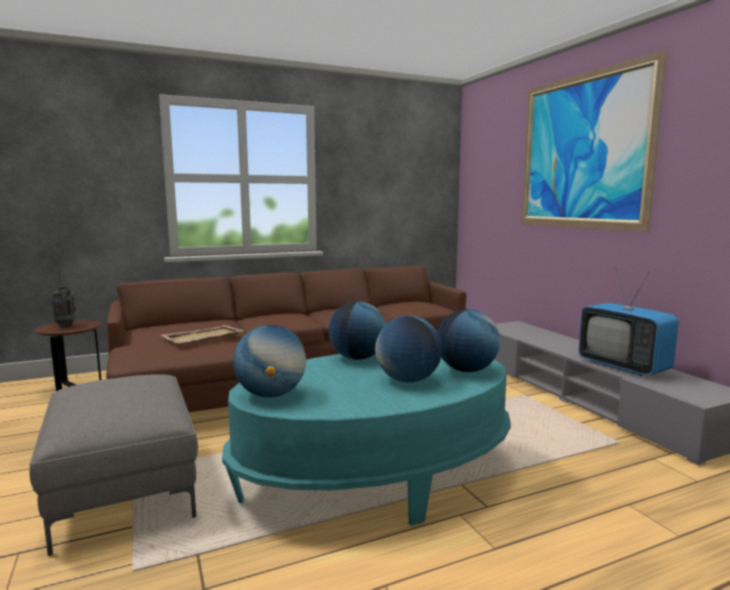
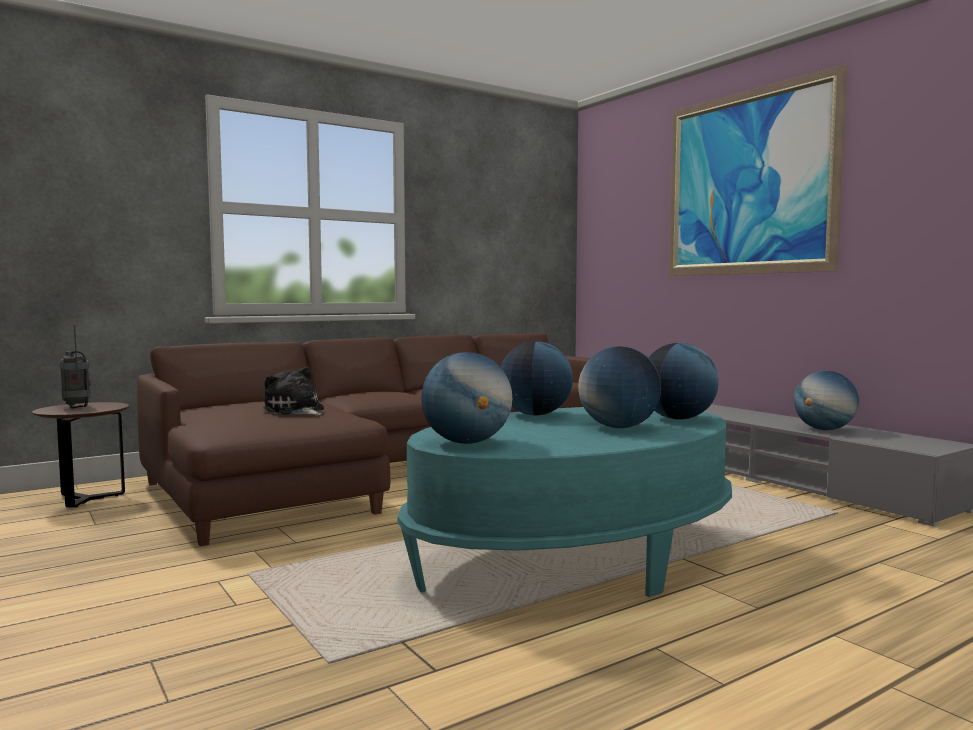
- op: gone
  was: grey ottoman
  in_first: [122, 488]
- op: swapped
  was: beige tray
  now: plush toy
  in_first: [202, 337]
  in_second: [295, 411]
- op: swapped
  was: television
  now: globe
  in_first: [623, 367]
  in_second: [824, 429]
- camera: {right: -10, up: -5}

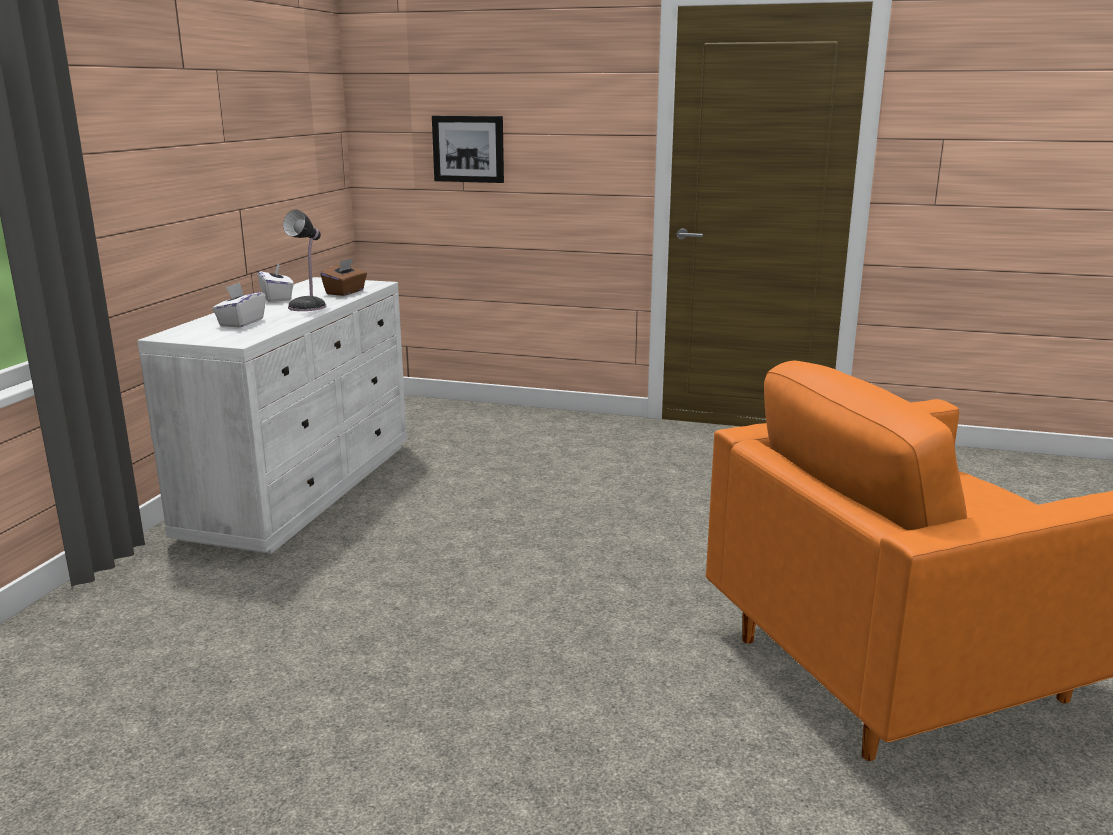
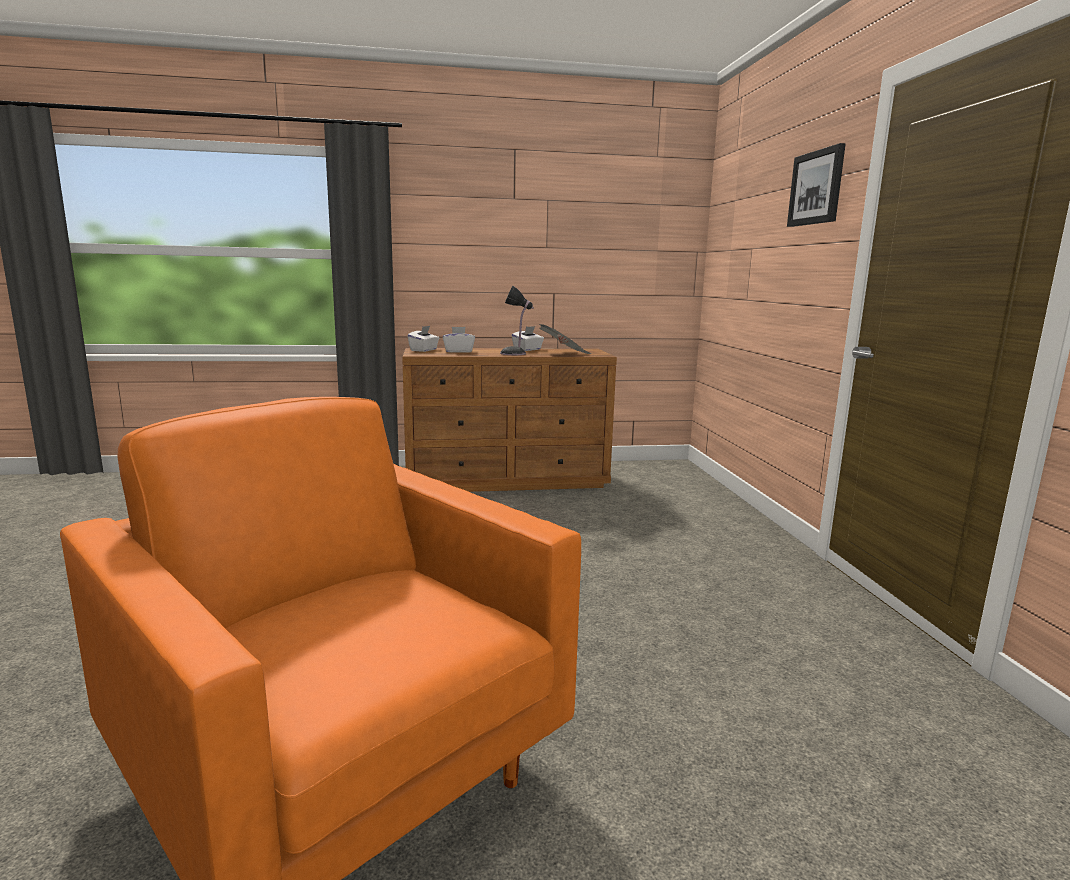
- op: repainted
  was: white dresser
  now: brown dresser
  in_first: [303, 488]
  in_second: [508, 480]
- op: swapped
  was: brown tissue box
  now: newspaper
  in_first: [345, 292]
  in_second: [564, 354]
- op: shifted
  was: picture
  in_first: [468, 149]
  in_second: [816, 188]
- op: new
  now: white tissue box
  in_second: [424, 350]
- camera: {right: 65, up: -5}

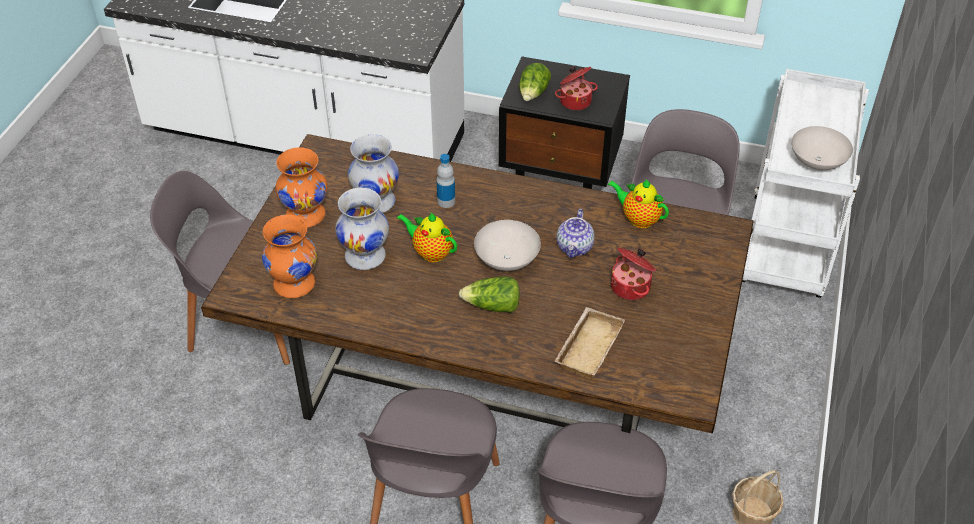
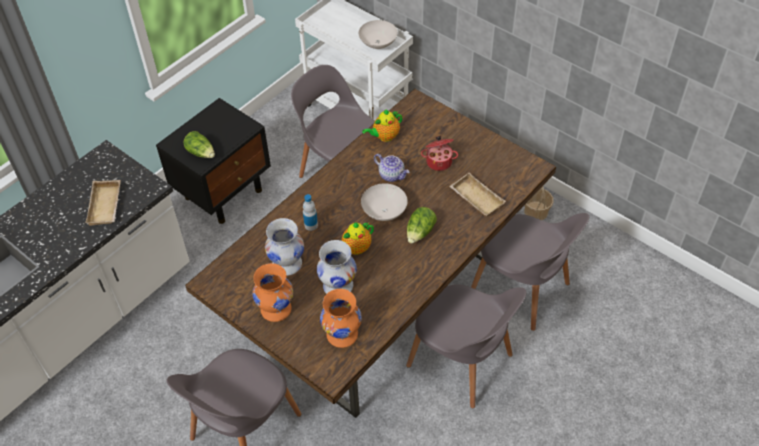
- op: gone
  was: cooking pot
  in_first: [575, 101]
- op: new
  now: beige tray
  in_second: [106, 206]
- camera: {right: -65, up: 5}

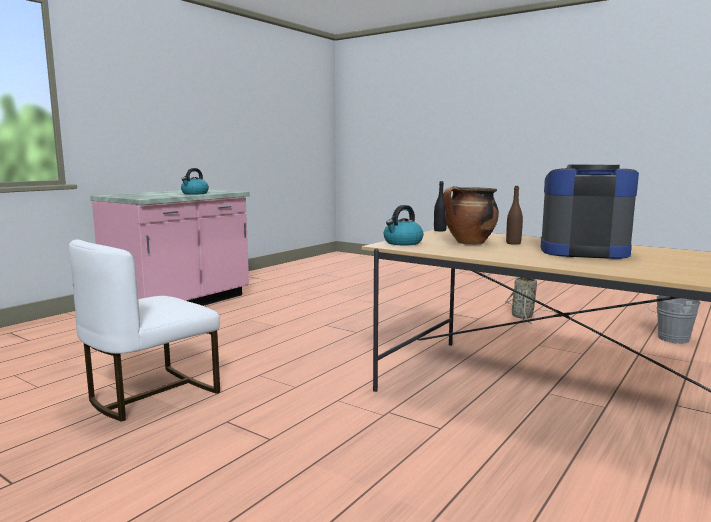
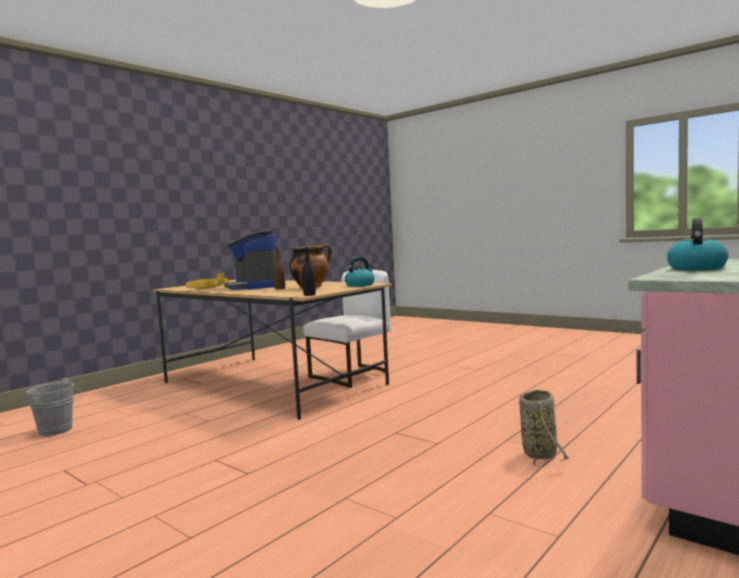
- op: shifted
  was: white chair
  in_first: [150, 394]
  in_second: [352, 375]
- op: shifted
  was: basket
  in_first: [522, 317]
  in_second: [539, 453]
- op: rotated
  was: coffee machine
  in_first: [583, 251]
  in_second: [253, 287]
  clockwise: 45
- op: new
  now: yellow tray
  in_second: [208, 288]
- camera: {right: -175, up: -5}

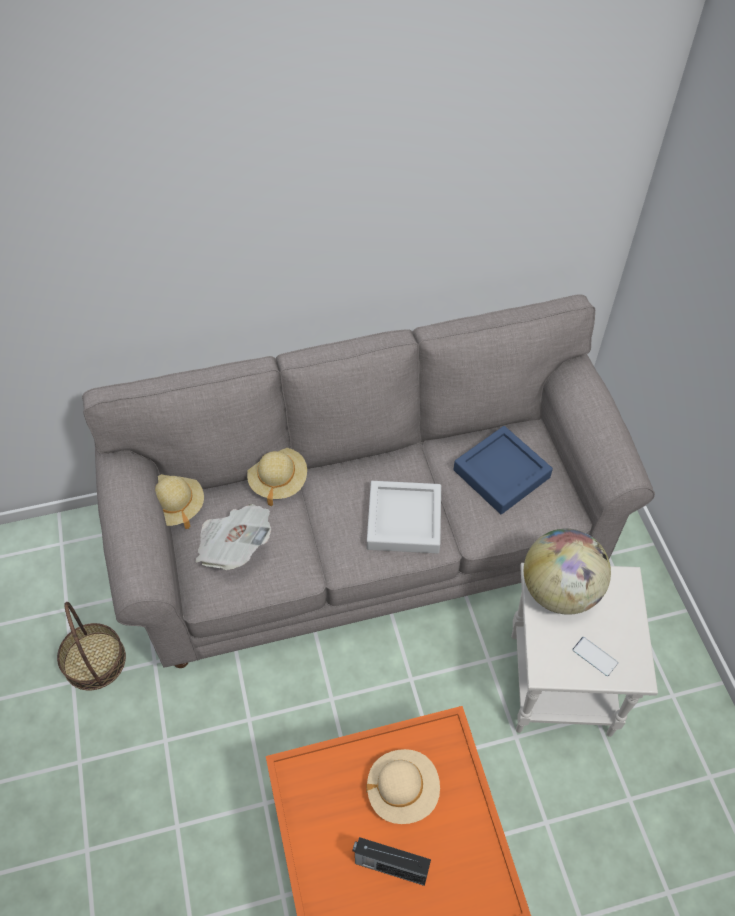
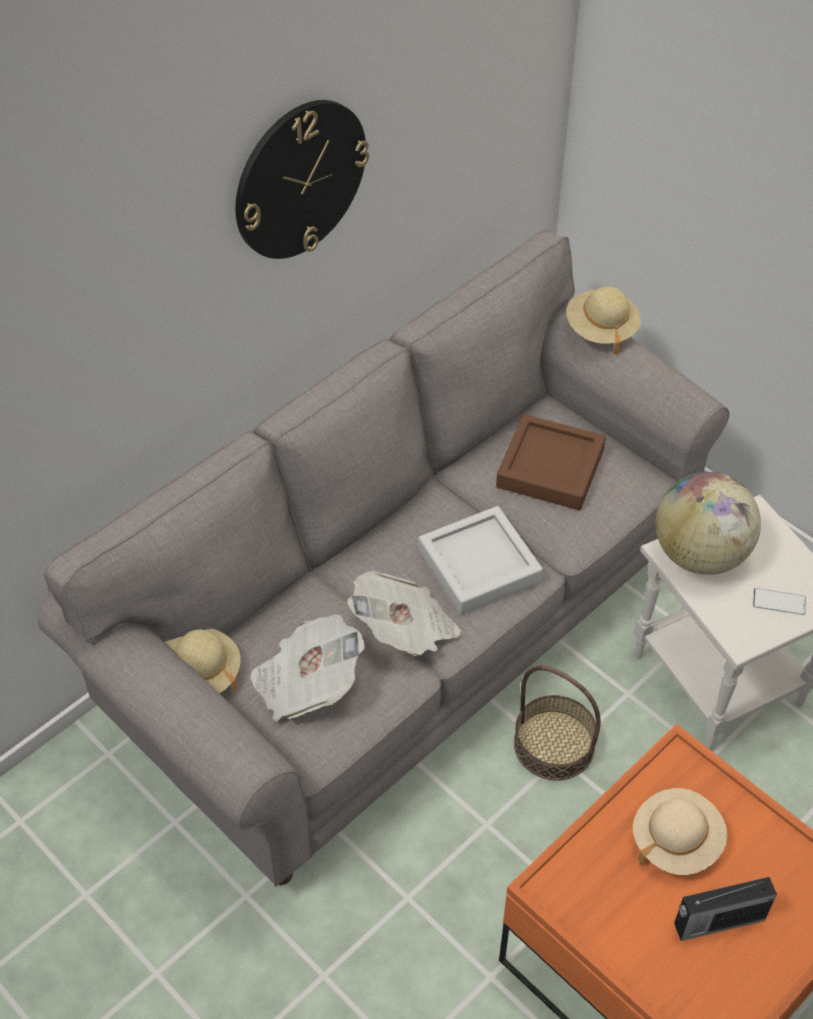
- op: shifted
  was: basket
  in_first: [94, 660]
  in_second: [553, 745]
- op: shifted
  was: beige hat
  in_first: [278, 481]
  in_second: [601, 330]
- op: repainted
  was: blue tray
  now: brown tray
  in_first: [501, 474]
  in_second: [550, 468]
- op: new
  now: wall clock
  in_second: [300, 179]
- op: new
  now: newspaper
  in_second: [405, 630]
- camera: {right: -30, up: -5}

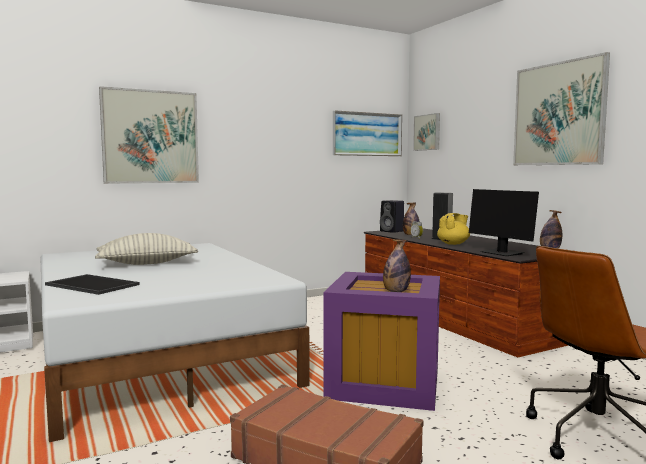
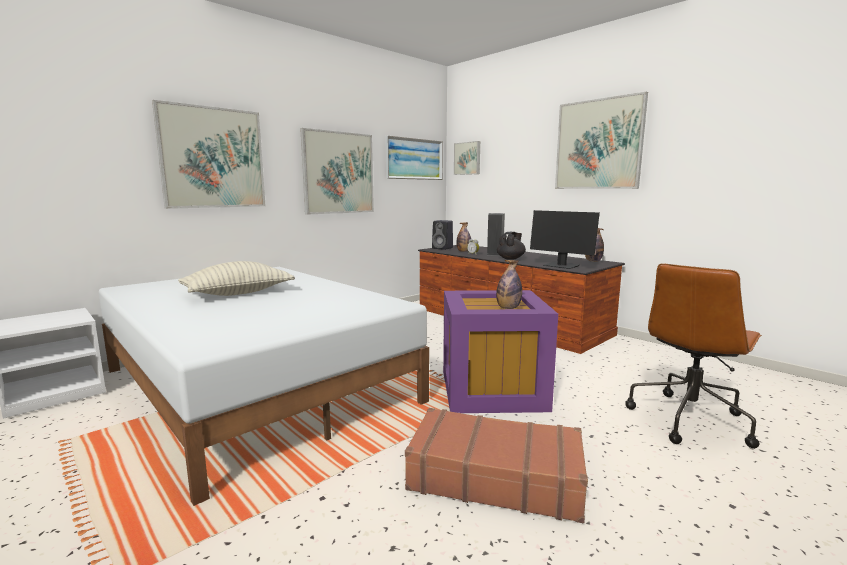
- op: gone
  was: tray
  in_first: [90, 285]
- op: repainted
  was: yellow teapot
  now: black teapot
  in_first: [453, 244]
  in_second: [511, 258]
- op: new
  now: picture
  in_second: [338, 173]
- camera: {right: -15, up: 5}

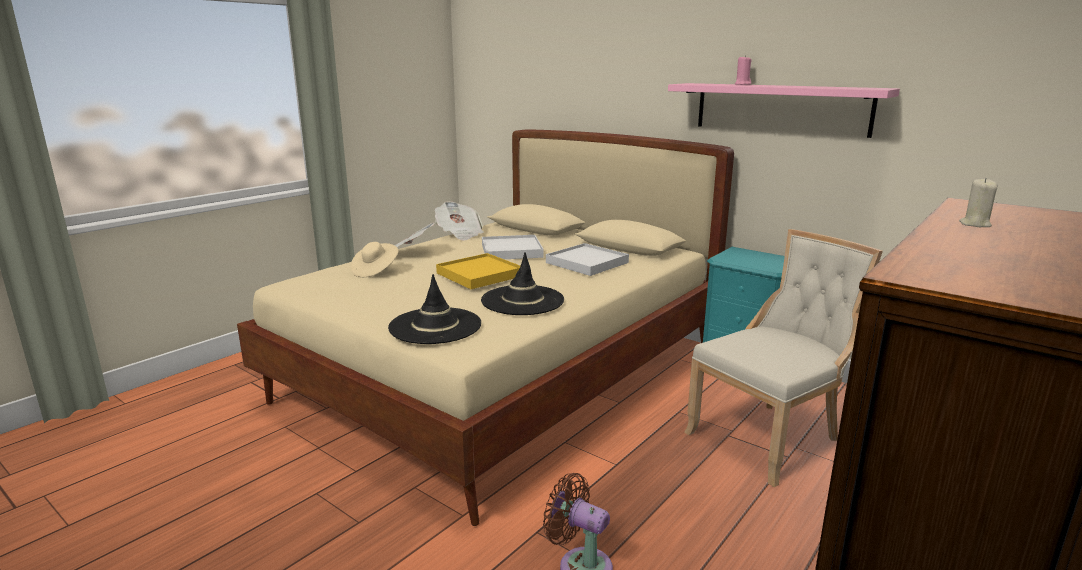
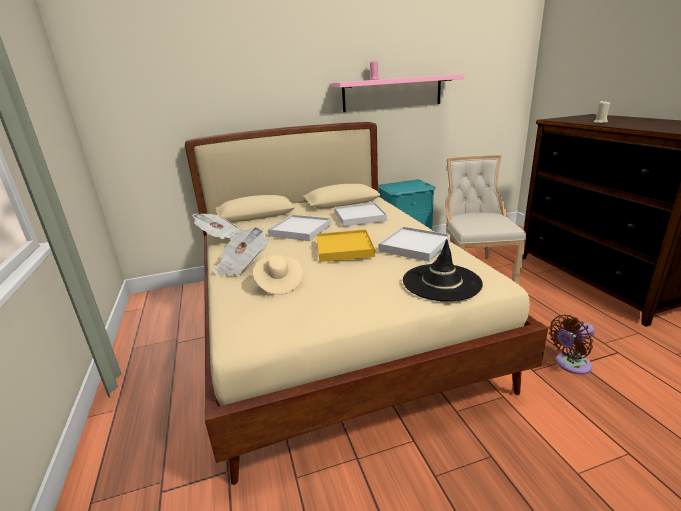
- op: swapped
  was: black hat
  now: white tray
  in_first: [522, 300]
  in_second: [414, 246]
- camera: {right: -55, up: 5}

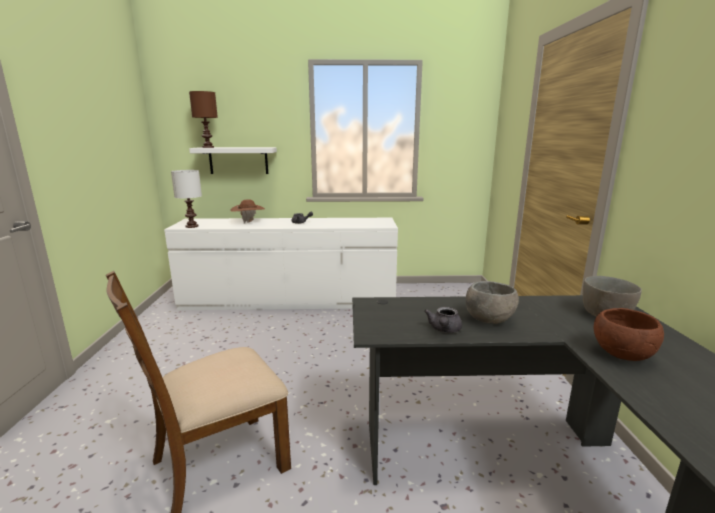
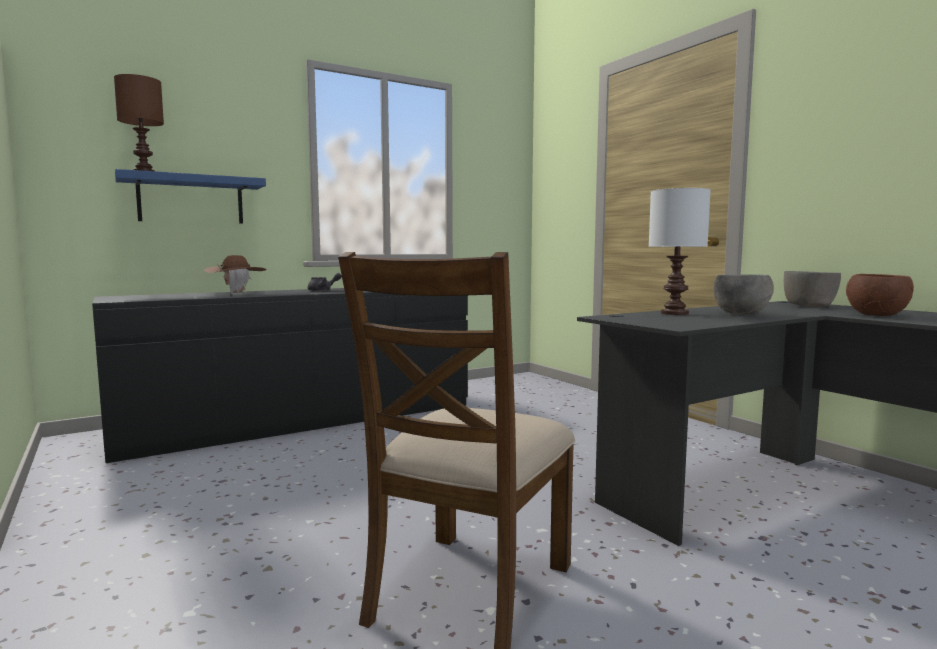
- op: repainted
  was: white dresser
  now: black dresser
  in_first: [290, 300]
  in_second: [303, 420]
- op: shifted
  was: white table lamp
  in_first: [192, 226]
  in_second: [675, 313]
- op: repainted
  was: white shelf
  now: blue shelf
  in_first: [238, 160]
  in_second: [191, 200]
- op: gone
  was: grey teapot
  in_first: [444, 330]
- camera: {right: -30, up: -10}

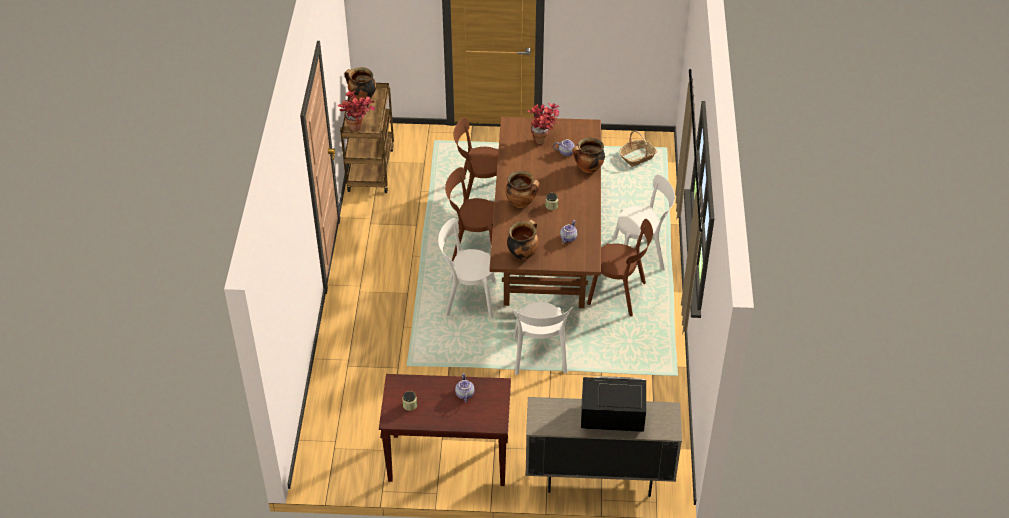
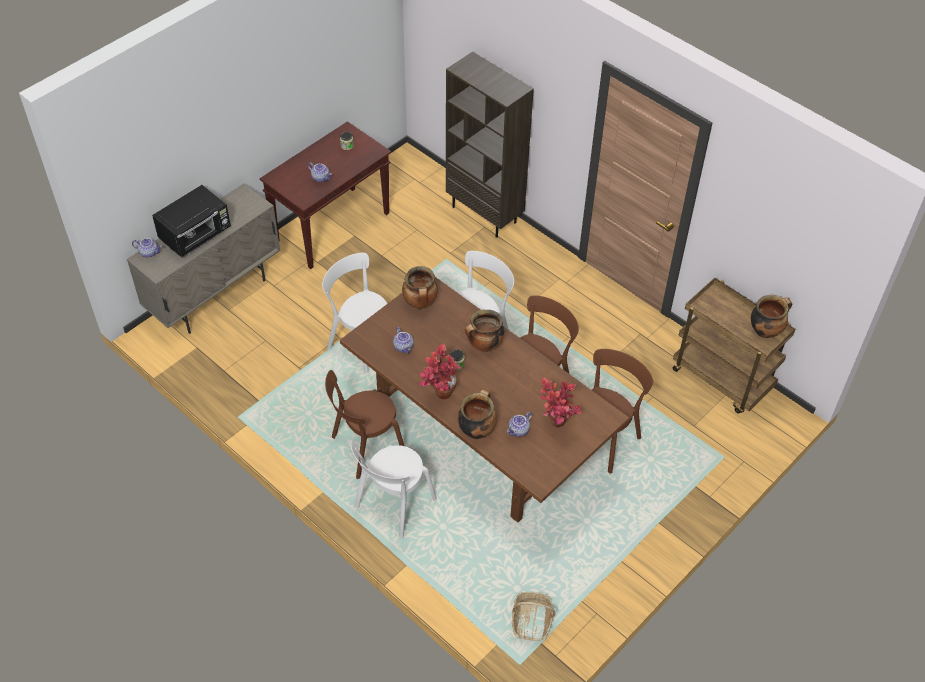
- op: shifted
  was: potted plant
  in_first: [359, 129]
  in_second: [438, 396]
- op: new
  now: teapot
  in_second: [149, 252]
- op: new
  now: brown bookcase
  in_second: [485, 214]
- camera: {right: 130, up: 5}

